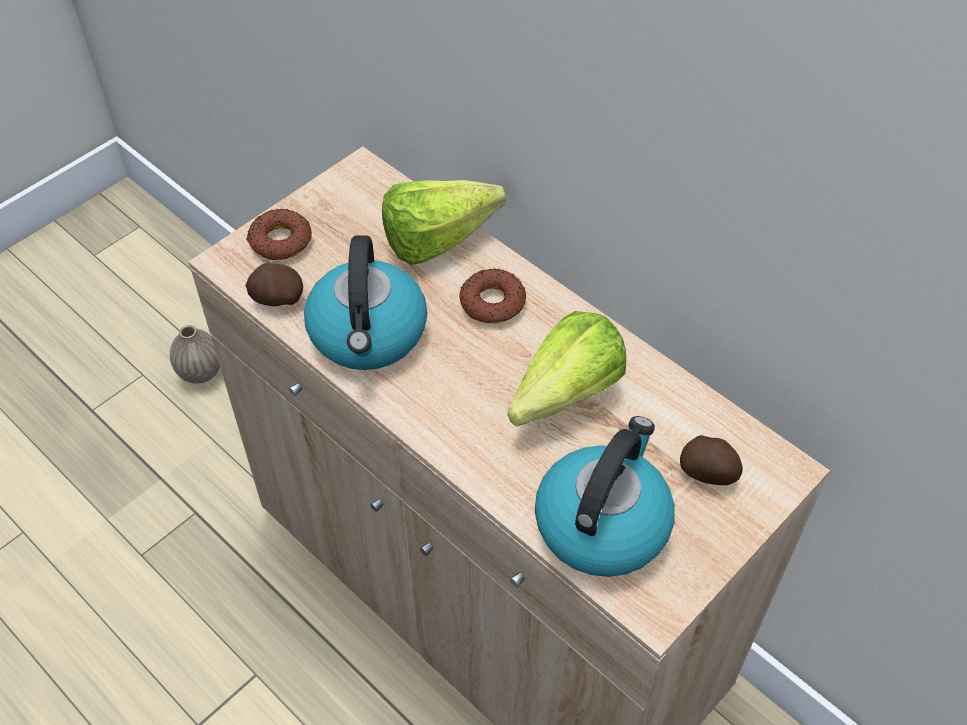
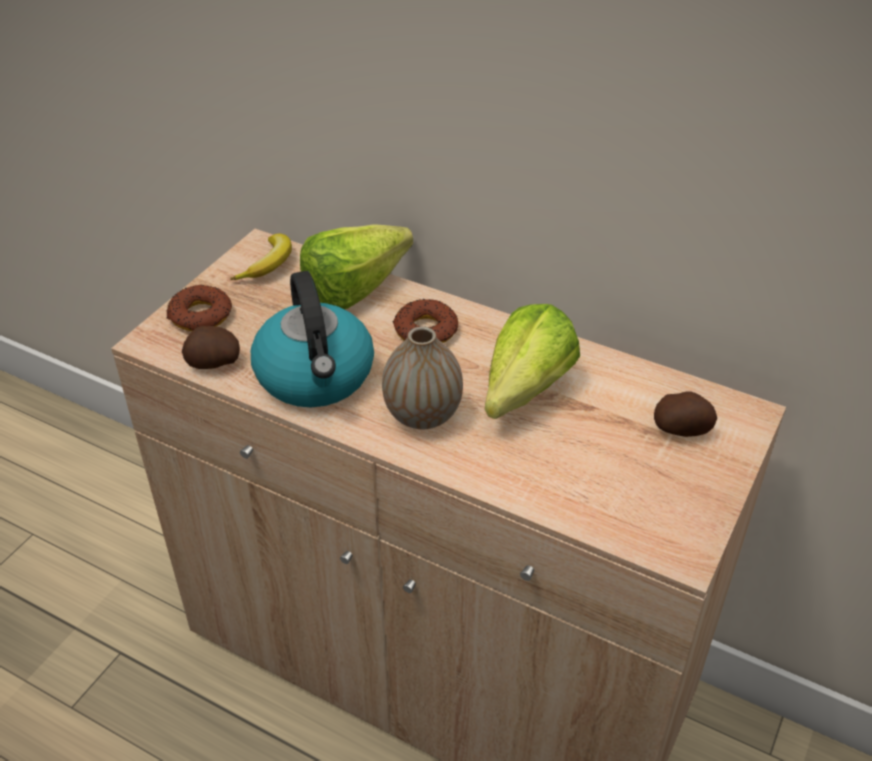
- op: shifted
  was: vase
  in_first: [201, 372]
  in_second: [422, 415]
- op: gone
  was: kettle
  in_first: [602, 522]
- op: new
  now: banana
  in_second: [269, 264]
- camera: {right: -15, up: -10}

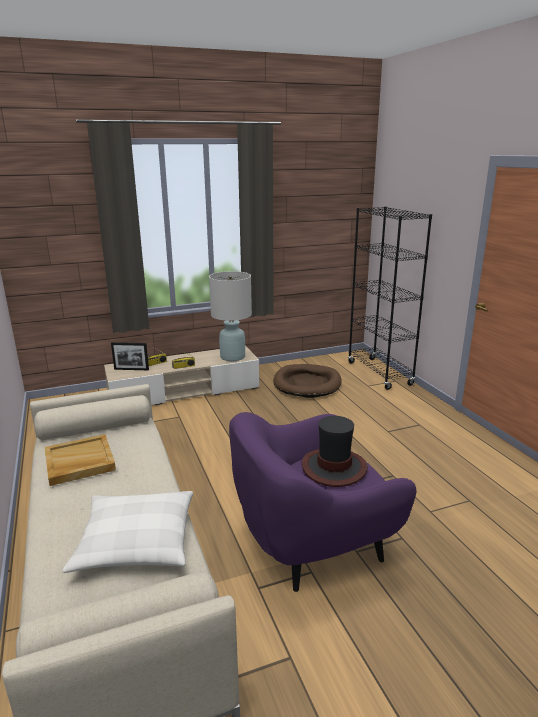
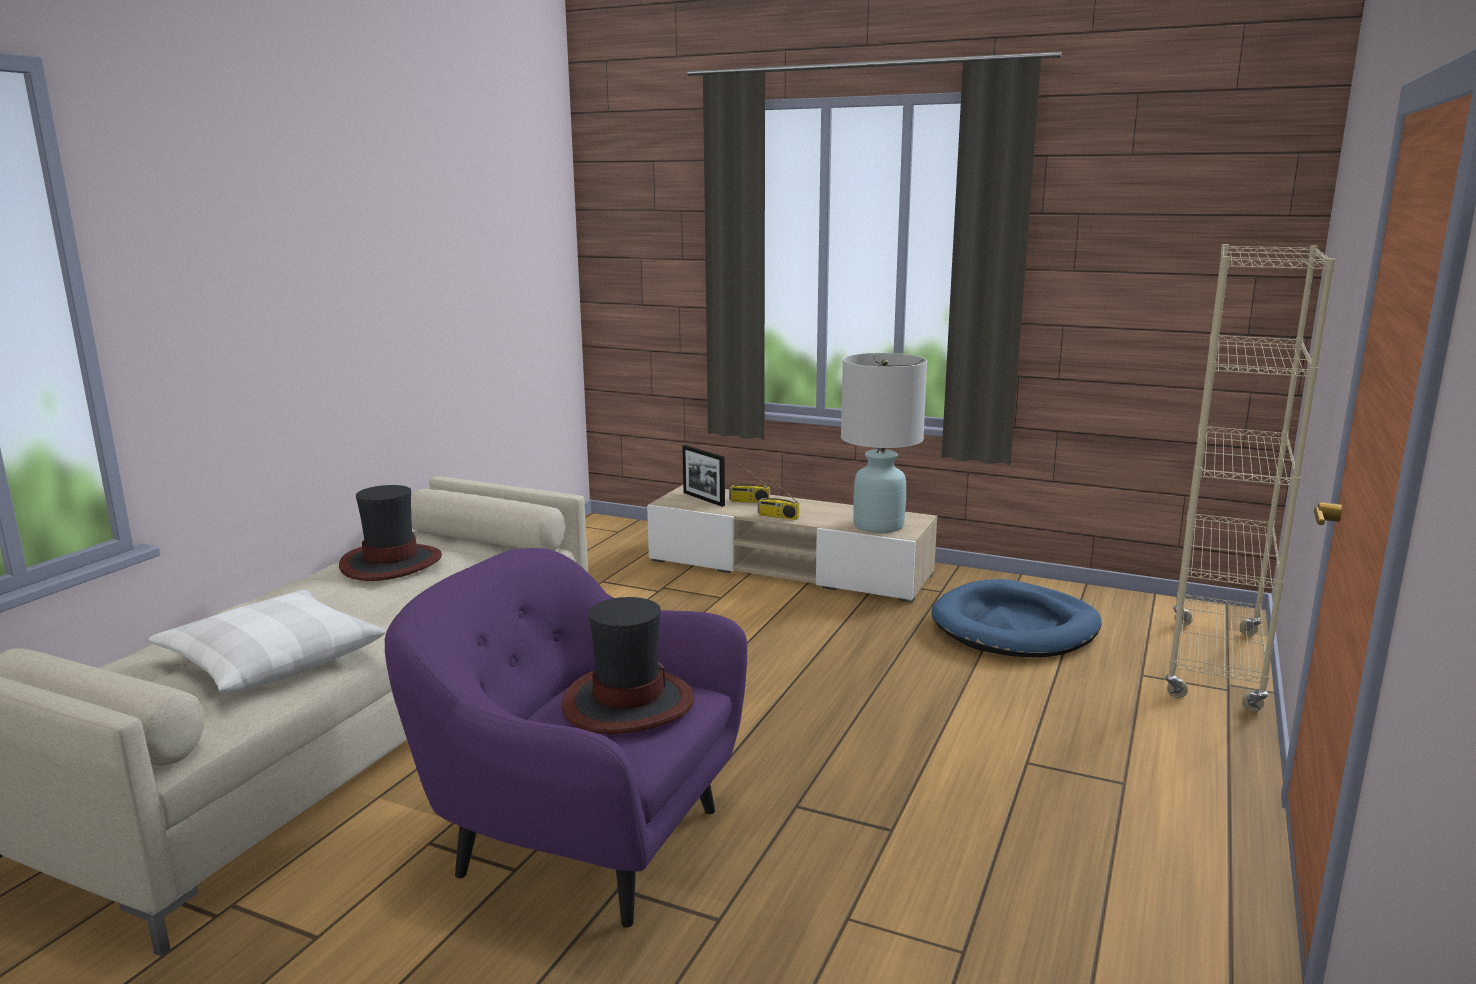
- op: swapped
  was: beige tray
  now: hat
  in_first: [79, 462]
  in_second: [391, 563]
- op: repainted
  was: brown dog bed
  now: blue dog bed
  in_first: [307, 384]
  in_second: [1015, 627]
- op: repainted
  was: black bookcase
  now: beige bookcase
  in_first: [379, 373]
  in_second: [1214, 664]
- camera: {right: 45, up: -5}

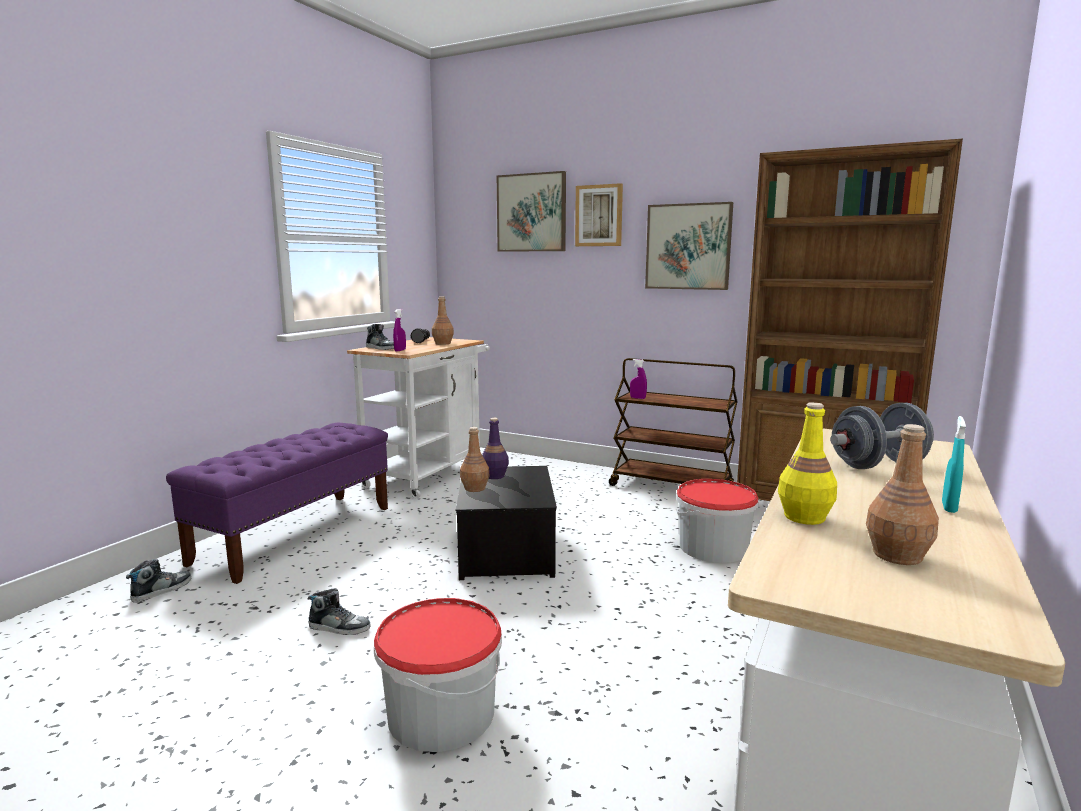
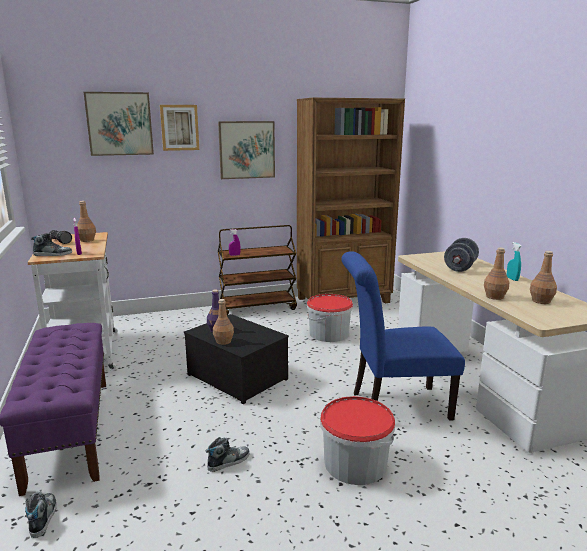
- op: repainted
  was: yellow bottle
  now: brown bottle
  in_first: [804, 517]
  in_second: [494, 297]
- op: new
  now: blue chair
  in_second: [394, 405]
- camera: {right: -45, up: 5}

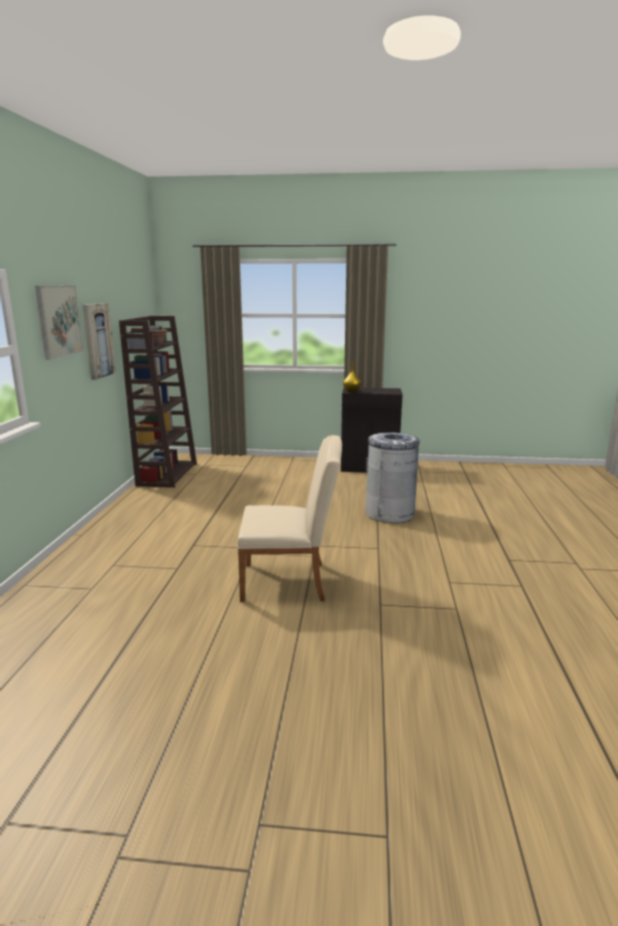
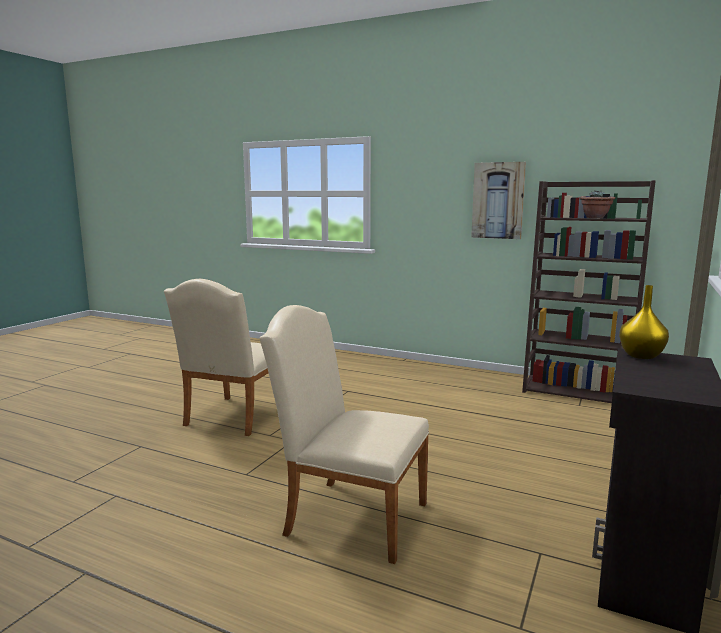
- op: gone
  was: picture
  in_first: [59, 321]
- op: swapped
  was: grey trash can
  now: beige chair
  in_first: [390, 513]
  in_second: [348, 516]
- camera: {right: 110, up: -5}

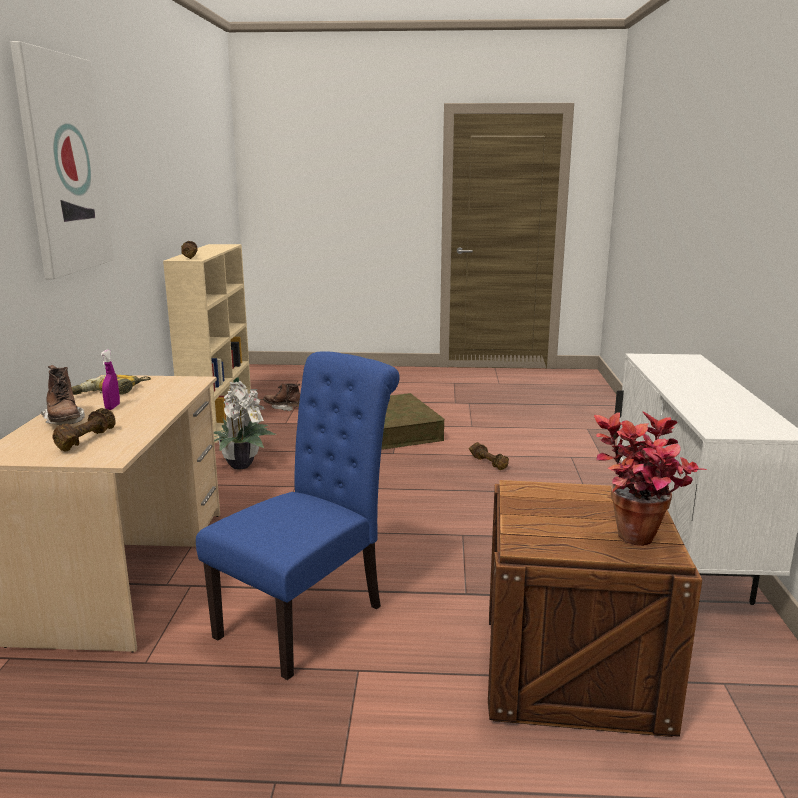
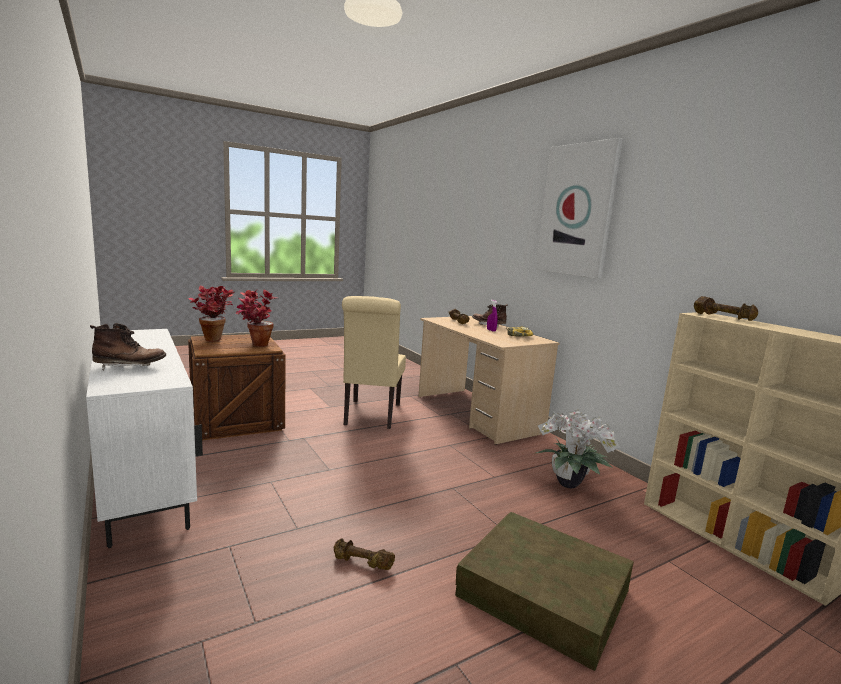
- op: repainted
  was: blue chair
  now: beige chair
  in_first: [309, 617]
  in_second: [371, 416]
- op: shifted
  was: brown boot
  in_first: [283, 408]
  in_second: [130, 367]
- op: new
  now: potted plant
  in_second: [255, 346]
- camera: {right: 145, up: -5}

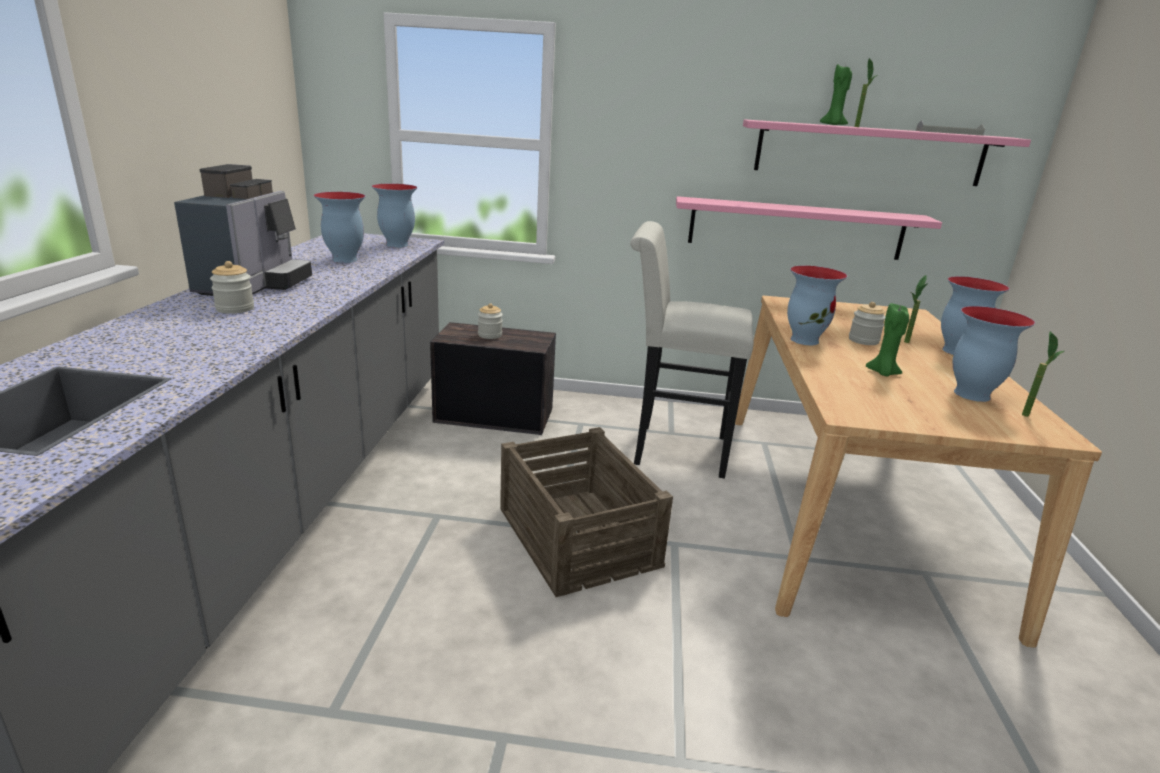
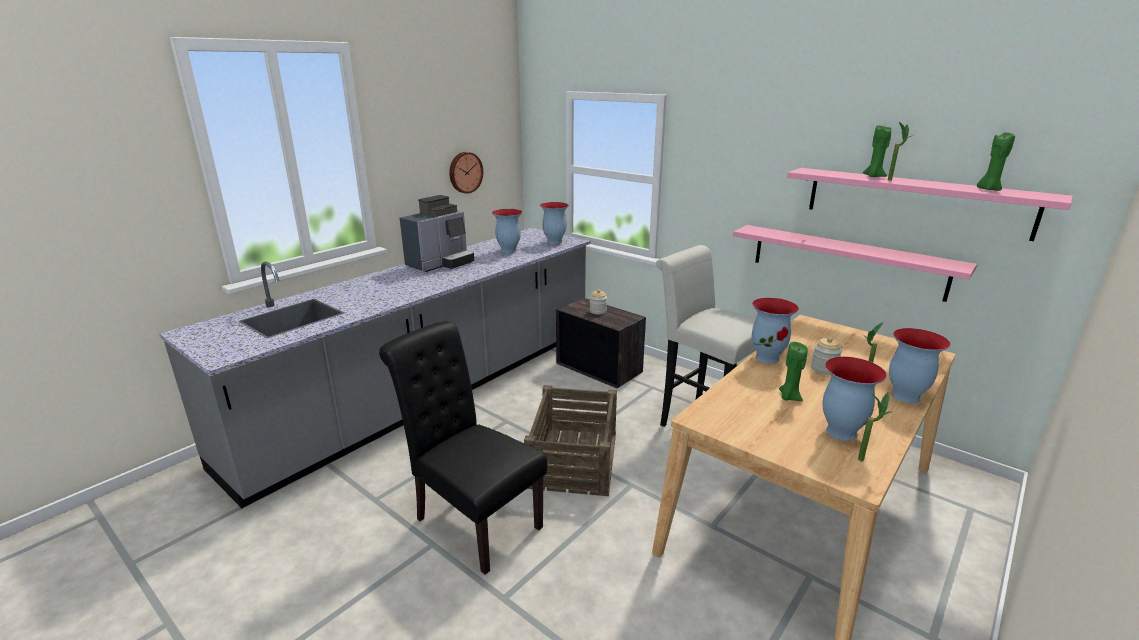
- op: gone
  was: jar
  in_first: [235, 308]
- op: swapped
  was: grey tray
  now: green candle
  in_first: [948, 133]
  in_second: [988, 189]
- op: new
  now: black chair
  in_second: [472, 520]
- op: new
  now: wall clock
  in_second: [465, 172]
- camera: {right: 35, up: 0}

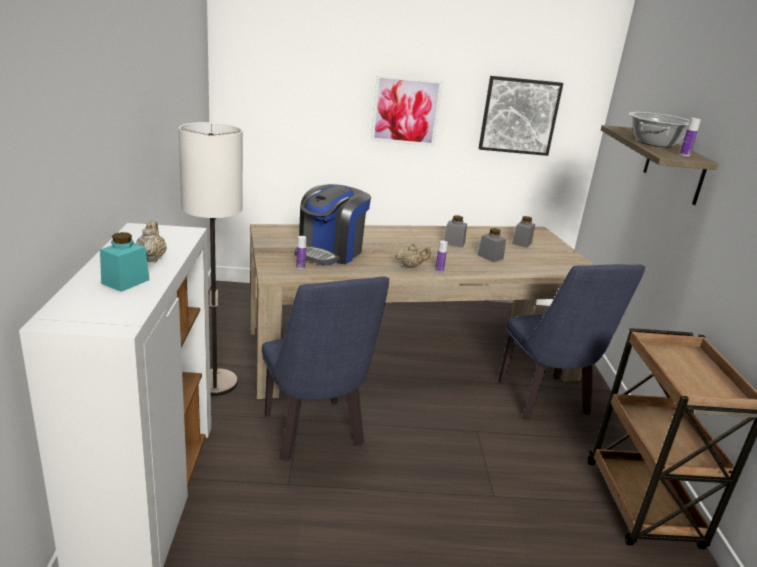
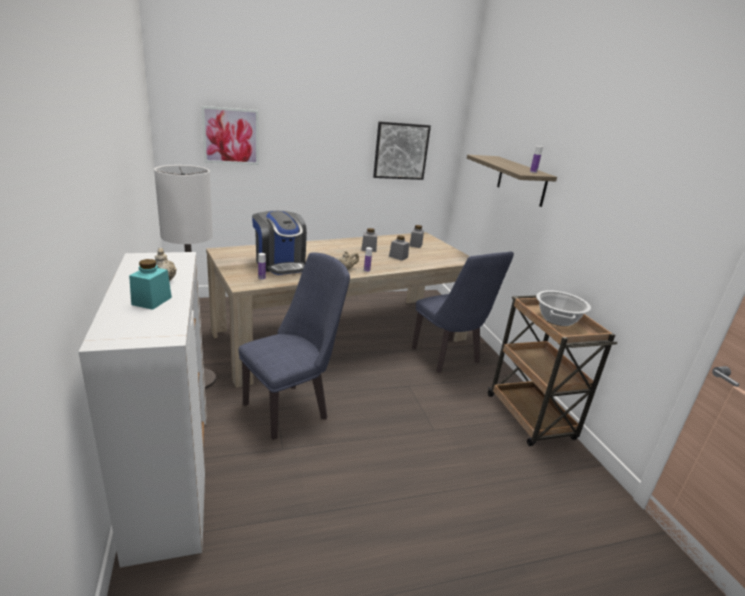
- op: rotated
  was: blue chair
  in_first: [315, 435]
  in_second: [291, 408]
  clockwise: -90
- op: rotated
  was: coffee machine
  in_first: [330, 252]
  in_second: [280, 264]
  clockwise: -45
- op: shifted
  was: picture
  in_first: [405, 110]
  in_second: [231, 136]
- op: shifted
  was: cooking pot
  in_first: [655, 143]
  in_second: [557, 320]
- camera: {right: -15, up: 0}

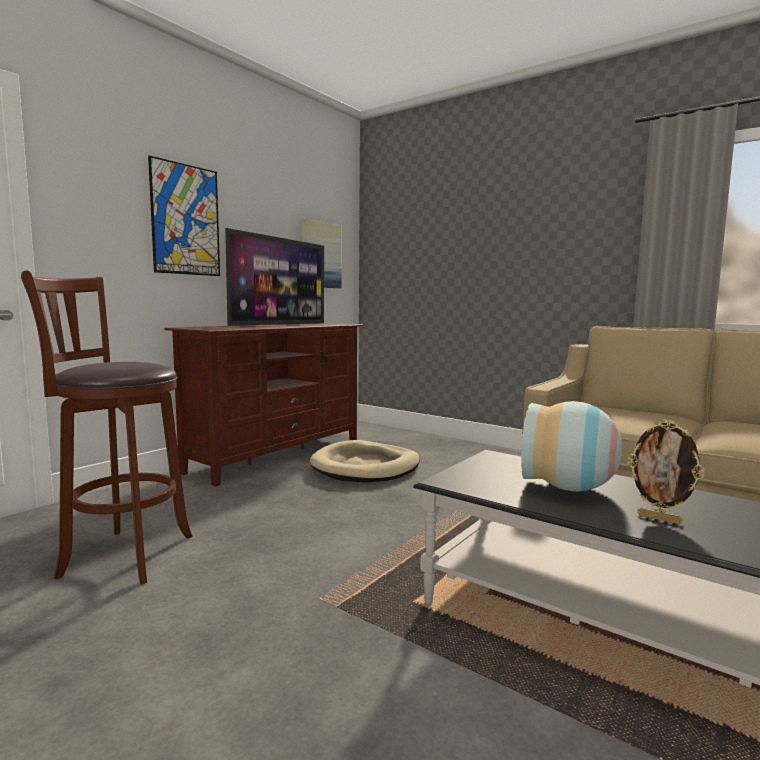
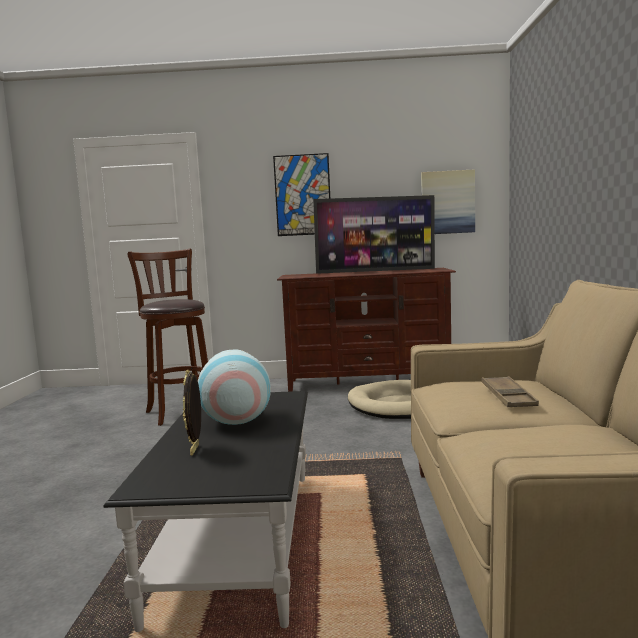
- op: new
  now: brown tray
  in_second: [508, 397]
- camera: {right: 55, up: 0}

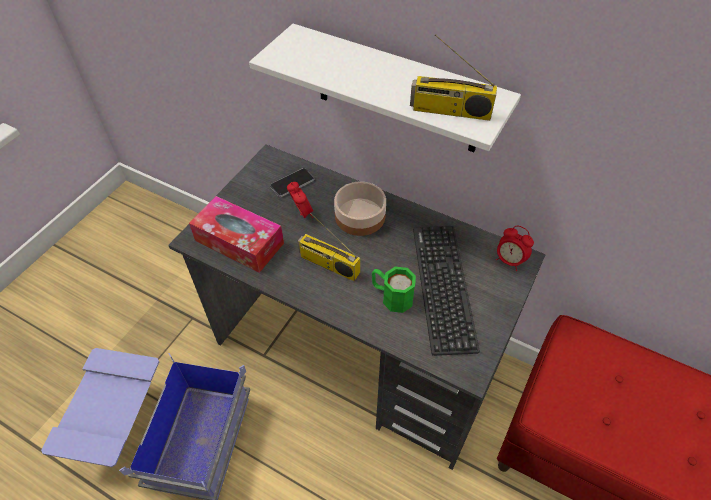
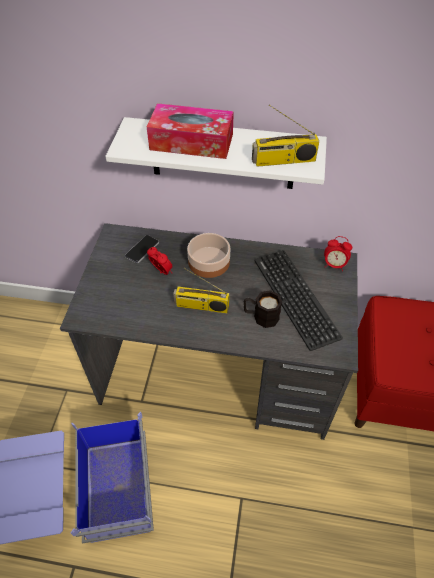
- op: shifted
  was: tissue box
  in_first: [239, 242]
  in_second: [191, 142]
- op: repainted
  was: green mug
  now: black mug
  in_first: [391, 296]
  in_second: [261, 316]
- camera: {right: -20, up: 0}

